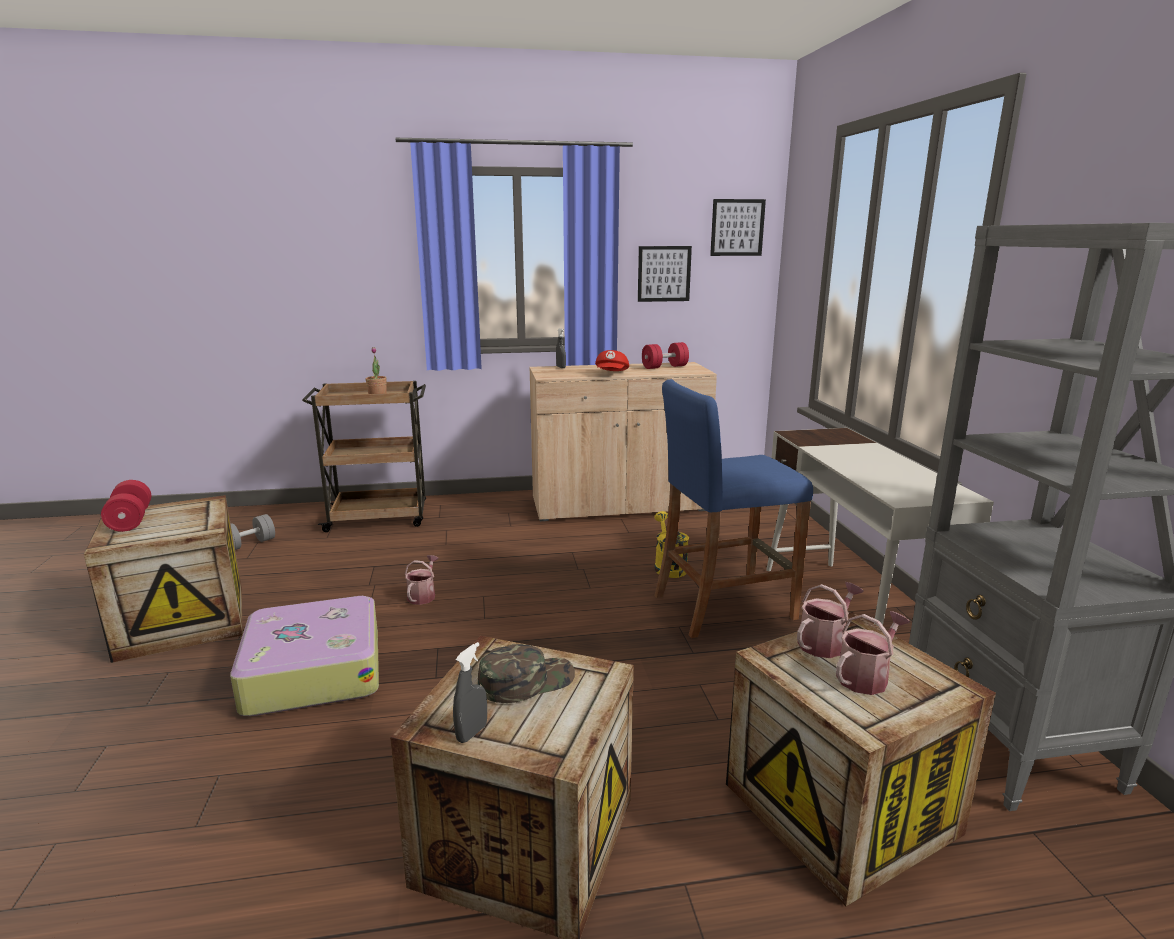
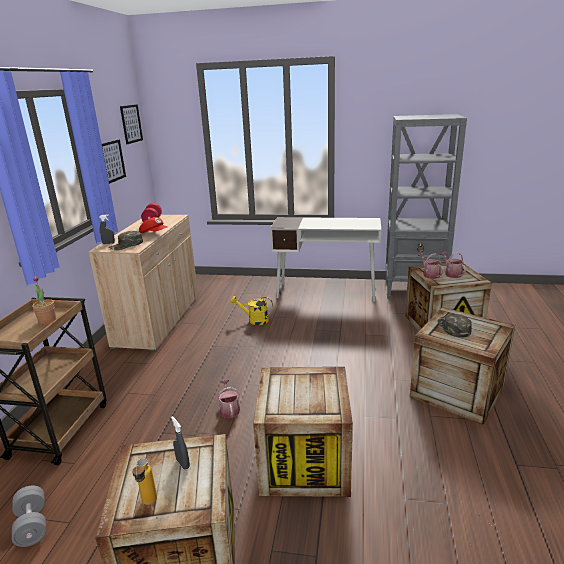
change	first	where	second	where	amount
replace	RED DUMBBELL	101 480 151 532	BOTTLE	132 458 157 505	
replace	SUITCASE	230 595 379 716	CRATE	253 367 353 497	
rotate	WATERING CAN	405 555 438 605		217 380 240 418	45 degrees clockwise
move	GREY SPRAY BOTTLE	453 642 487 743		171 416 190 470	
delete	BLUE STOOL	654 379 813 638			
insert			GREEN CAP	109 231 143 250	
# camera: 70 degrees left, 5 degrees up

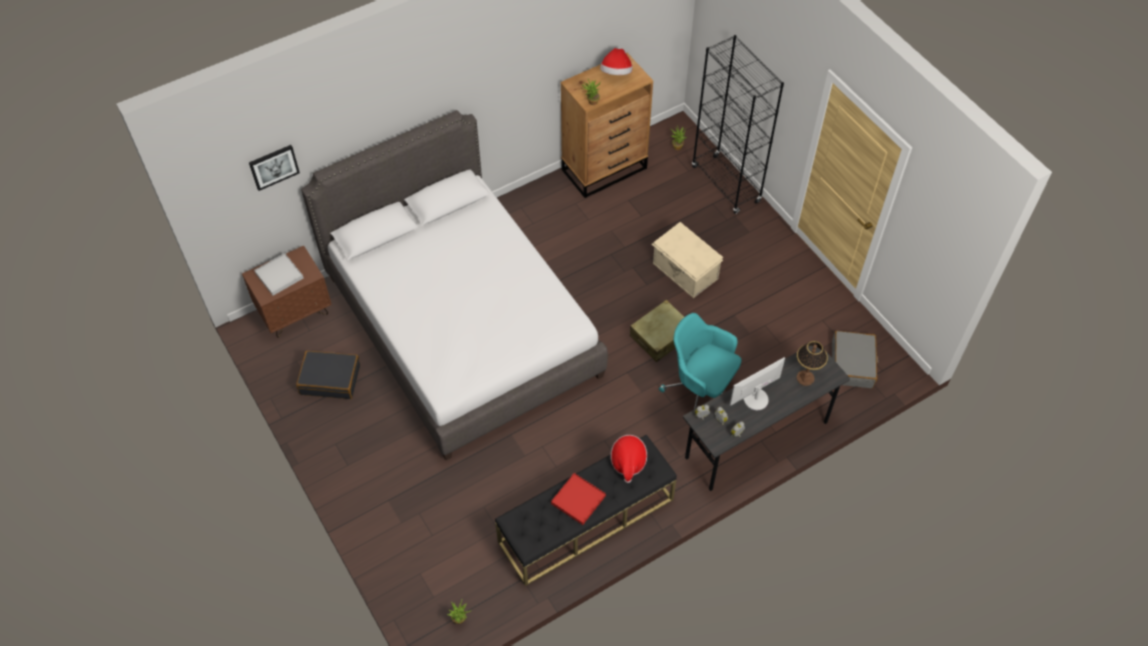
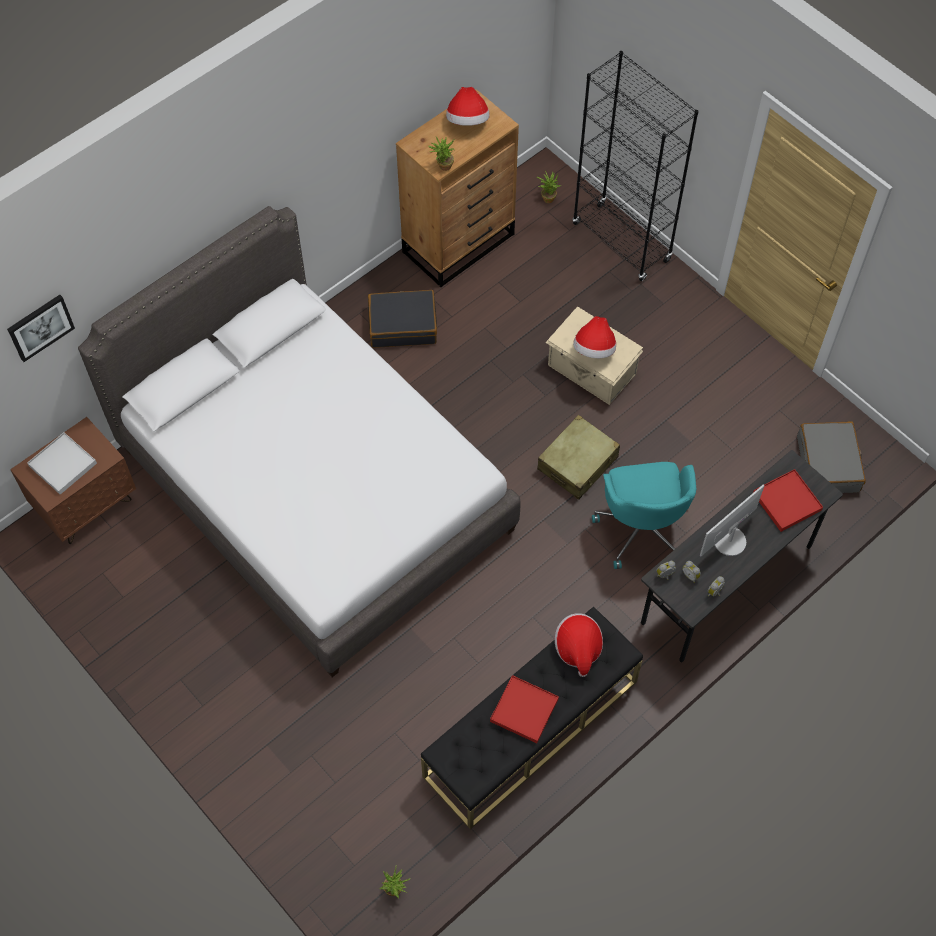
change	first	where	second	where	amount
move	BLACK SUITCASE	296 351 360 399		368 290 437 348	
rotate	TURQUOISE OFFICE CHAIR	659 313 742 409		592 462 696 569	120 degrees counterclockwise
replace	TABLE LAMP	797 341 828 386	RED TRAY	753 469 823 532	
insert			HAT	573 316 616 358	
# camera: 10 degrees left, 5 degrees up

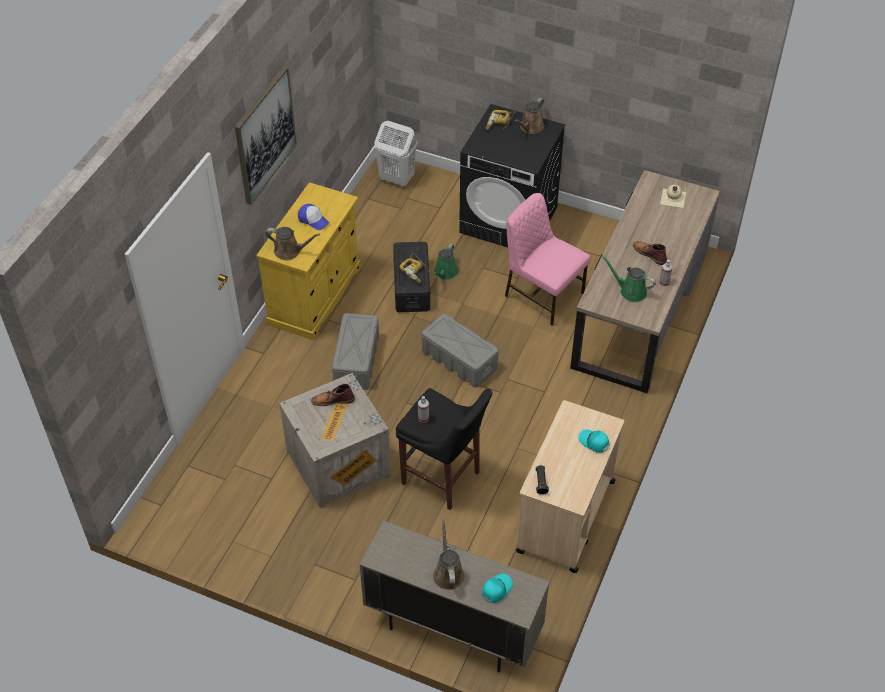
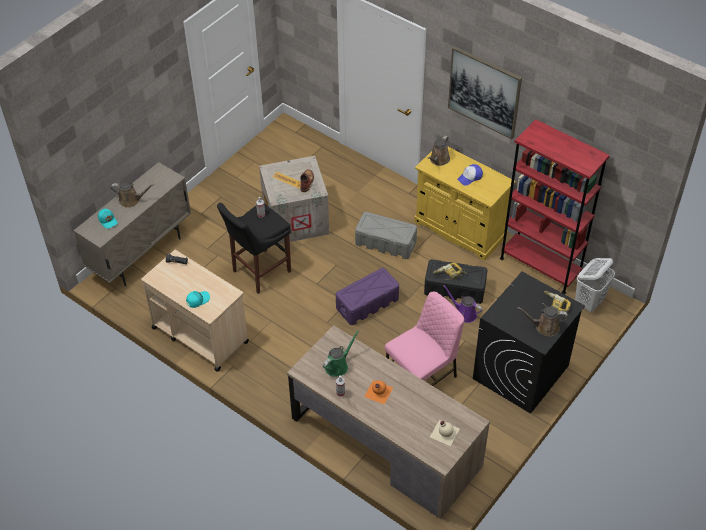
change	first	where	second	where	amount
recolor	GREY STORAGE BOX	422 314 499 388	PURPLE STORAGE BOX	336 268 399 325	
recolor	GREEN WATERING CAN	433 244 458 280	PURPLE WATERING CAN	443 285 482 323	
rotate	BROWN WATERING CAN	514 98 544 134		517 307 568 337	45 degrees counterclockwise
replace	BROWN BOOT	633 241 667 265	ORANGE BOTTLE	364 380 393 405	
insert			RED BOOKCASE	500 119 610 294	
# camera: 105 degrees right, 0 degrees up

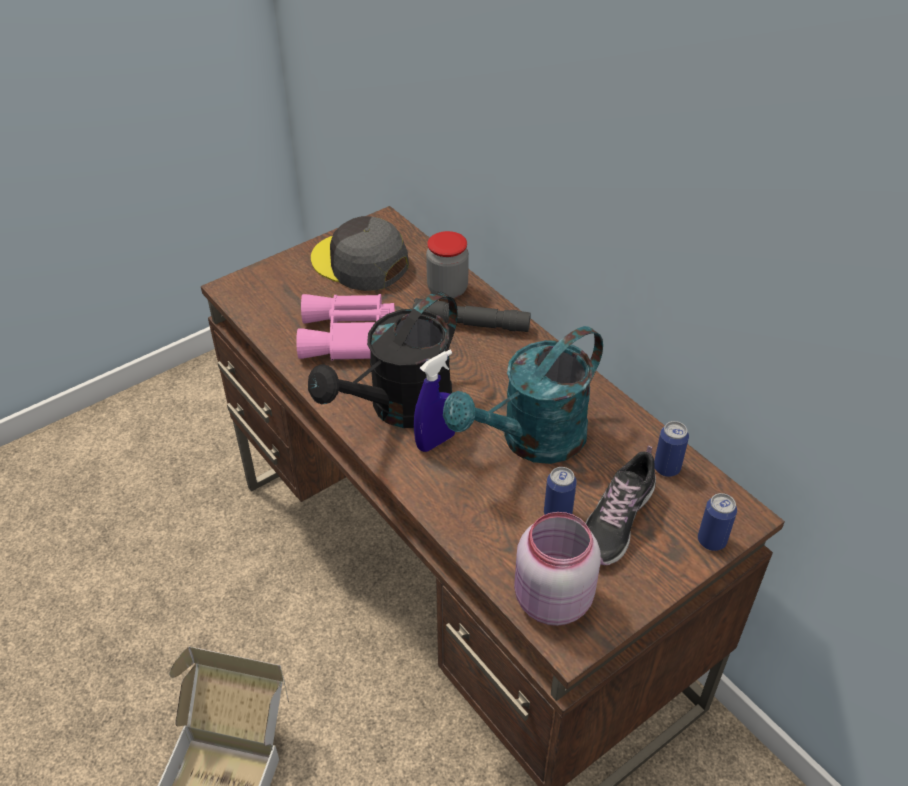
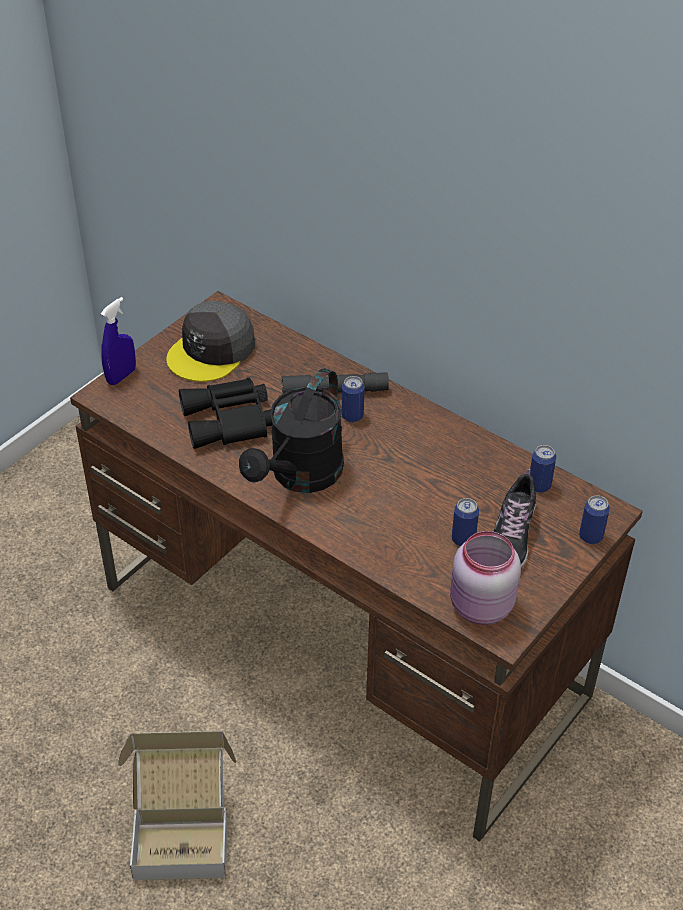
change	first	where	second	where	amount
recolor	PINK BINOCULARS	296 294 395 361	BLACK BINOCULARS	179 378 272 449	
rotate	GREY CAP	311 216 409 291		166 301 255 382	75 degrees counterclockwise
move	BLUE SPRAY BOTTLE	414 350 455 452		101 297 136 385	
delete	JAR	426 231 469 300			
delete	TURQUOISE WATERING CAN	443 326 603 464			
insert			CAN	342 376 364 422	
# camera: 15 degrees left, 0 degrees up

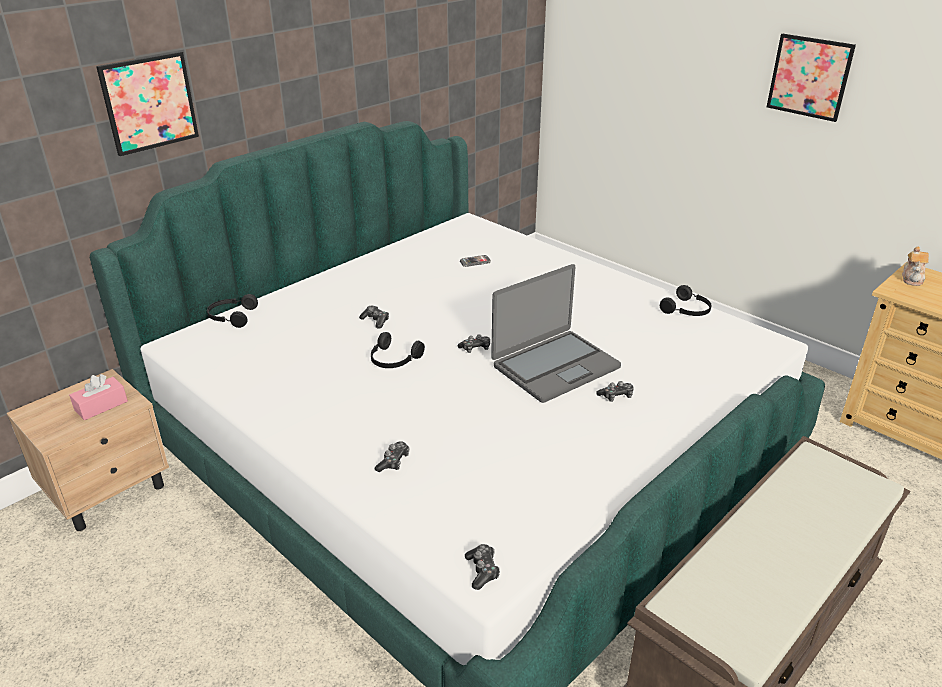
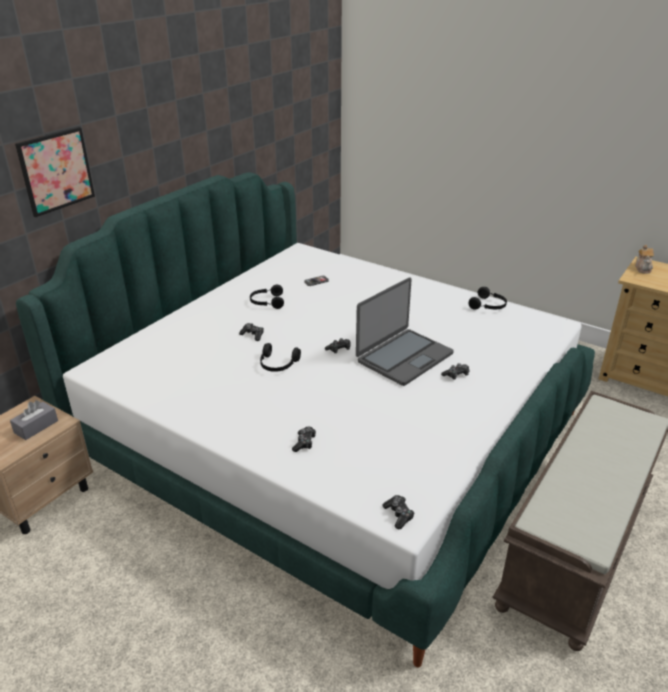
change	first	where	second	where	amount
recolor	PINK TISSUE BOX	69 374 128 420	GREY TISSUE BOX	10 400 58 440	
move	BLACK HEADPHONES	207 294 258 328		250 285 284 309	
delete	PICTURE	767 34 856 122			
# camera: 10 degrees left, 0 degrees up

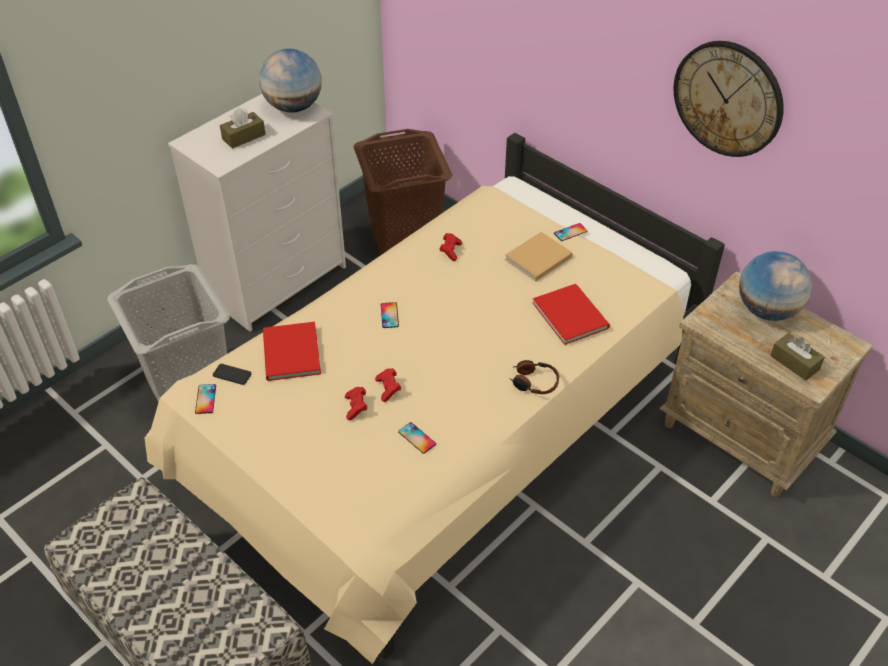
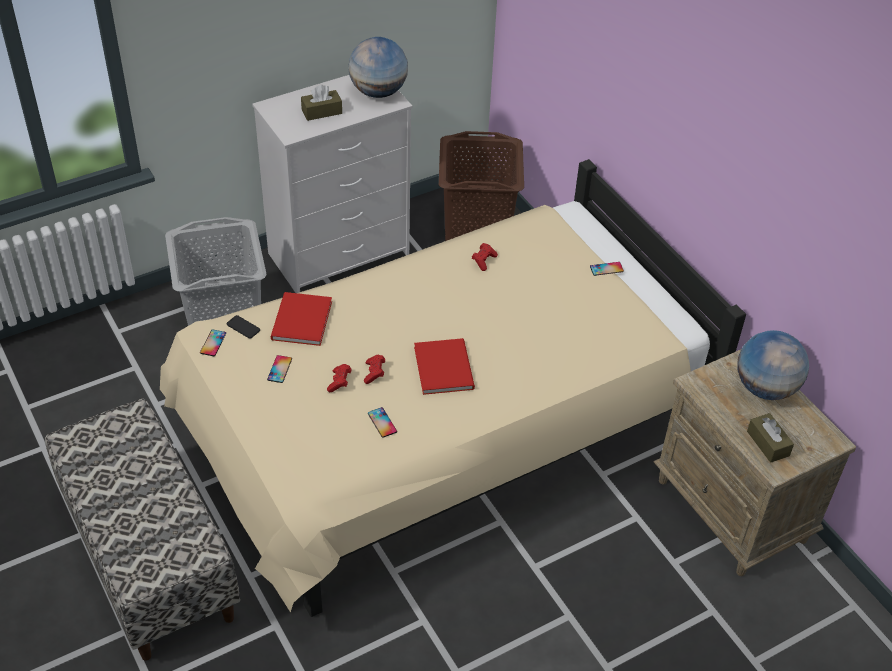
change	first	where	second	where	amount
move	PHONE	381 302 399 328		267 355 292 383	
delete	BEIGE BOOK	505 232 573 281			
delete	HEADPHONES	509 360 559 394			
move	RED BOOK	533 284 610 345		414 338 475 395	
delete	WALL CLOCK	674 41 784 157			
# camera: 15 degrees right, 0 degrees up

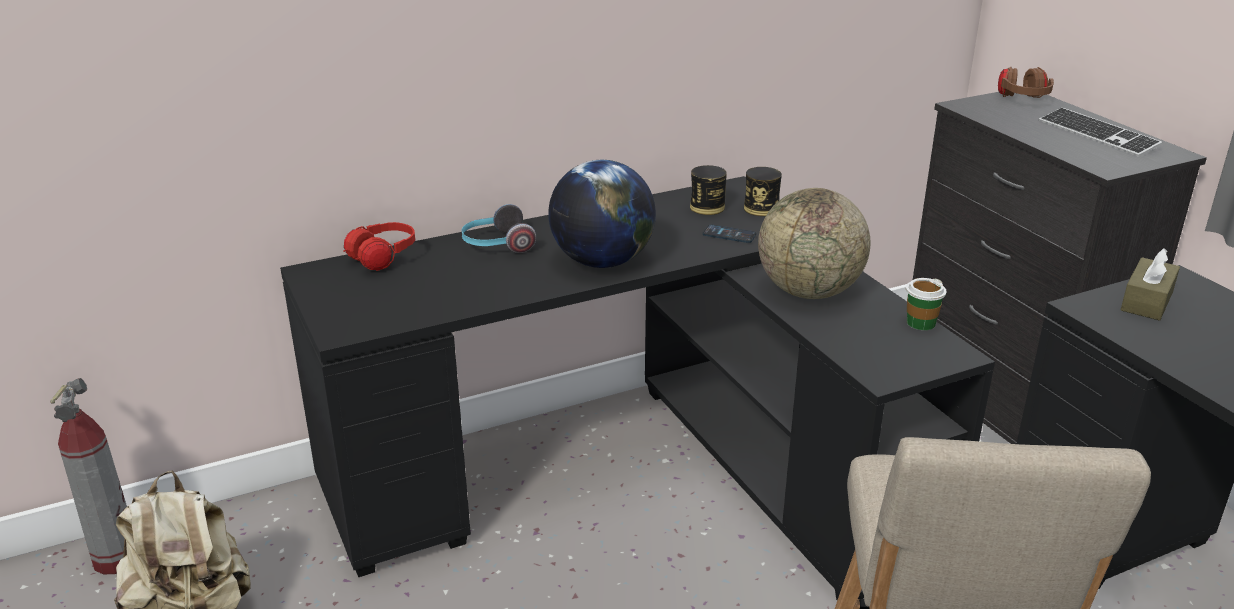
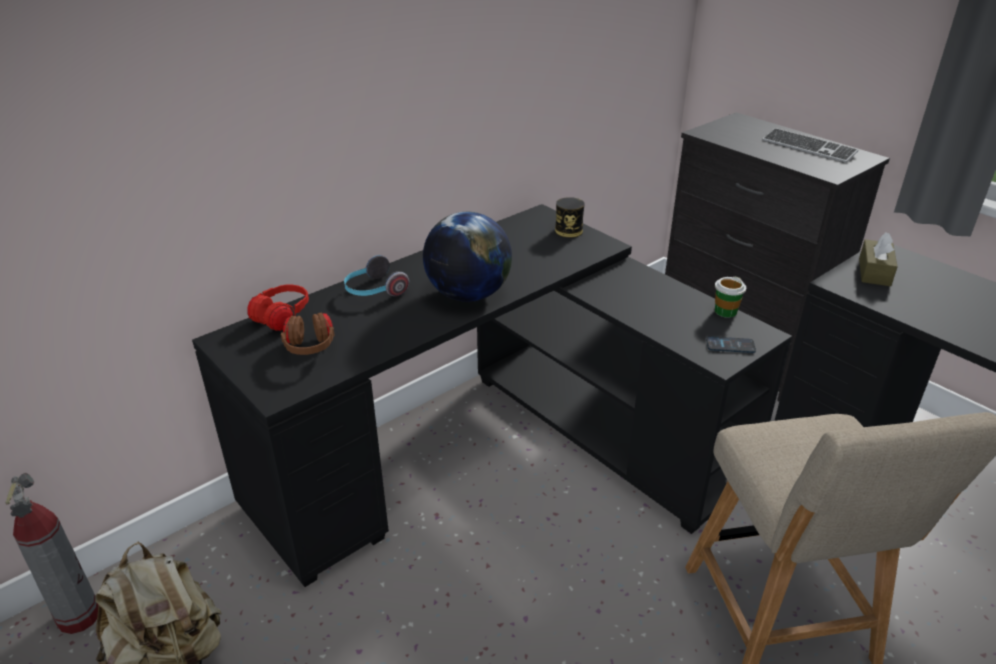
change	first	where	second	where	amount
delete	CAN	690 165 727 215			
move	PHONE	703 224 756 243		706 336 756 353	
delete	GLOBE	758 188 870 299			
move	BROWN HEADPHONES	998 66 1054 98		281 313 334 355	
# camera: 15 degrees left, 5 degrees up

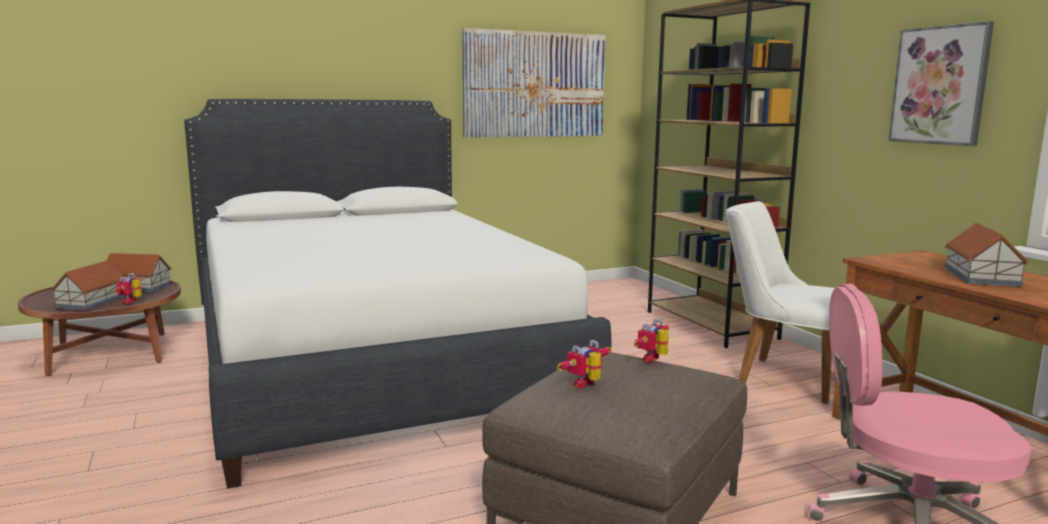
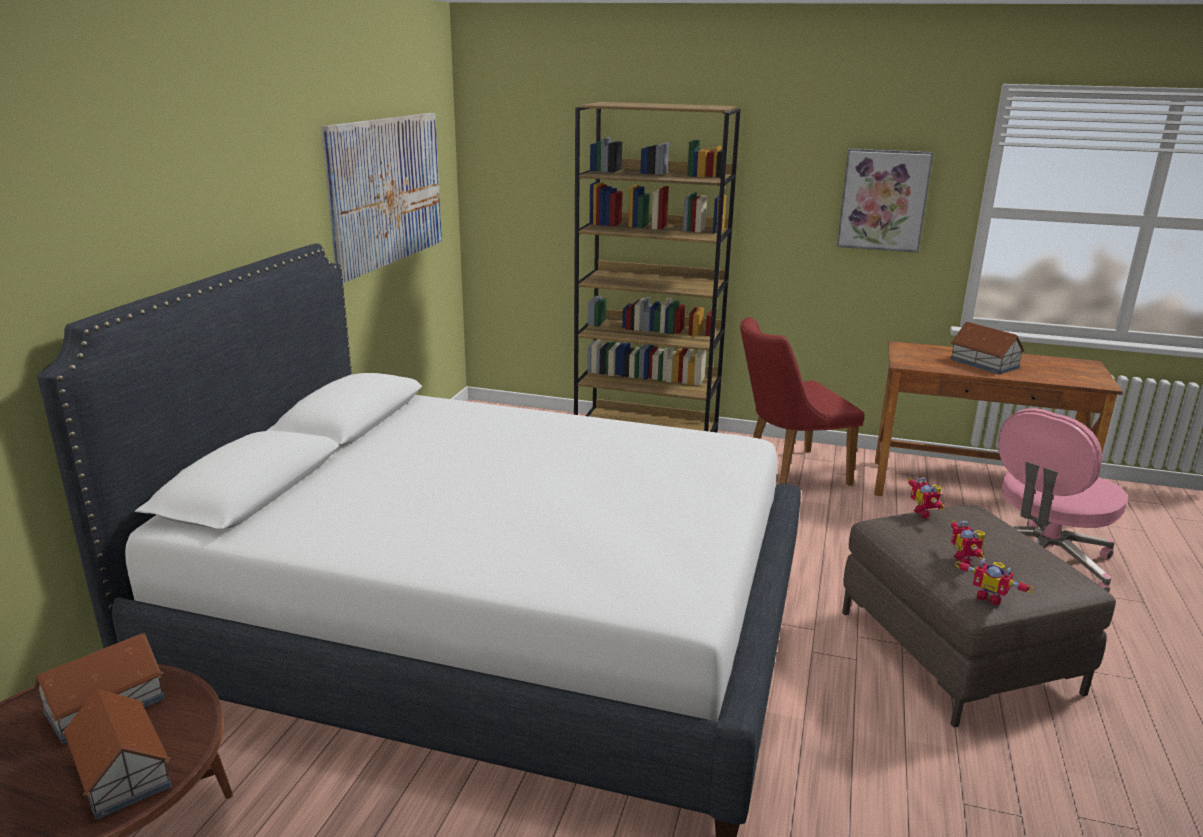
change	first	where	second	where	amount
move	TOY ROBOT	115 273 142 304		954 558 1035 605	
recolor	WHITE CHAIR	726 201 835 404	RED CHAIR	740 317 865 486	
# camera: 50 degrees left, 10 degrees up

